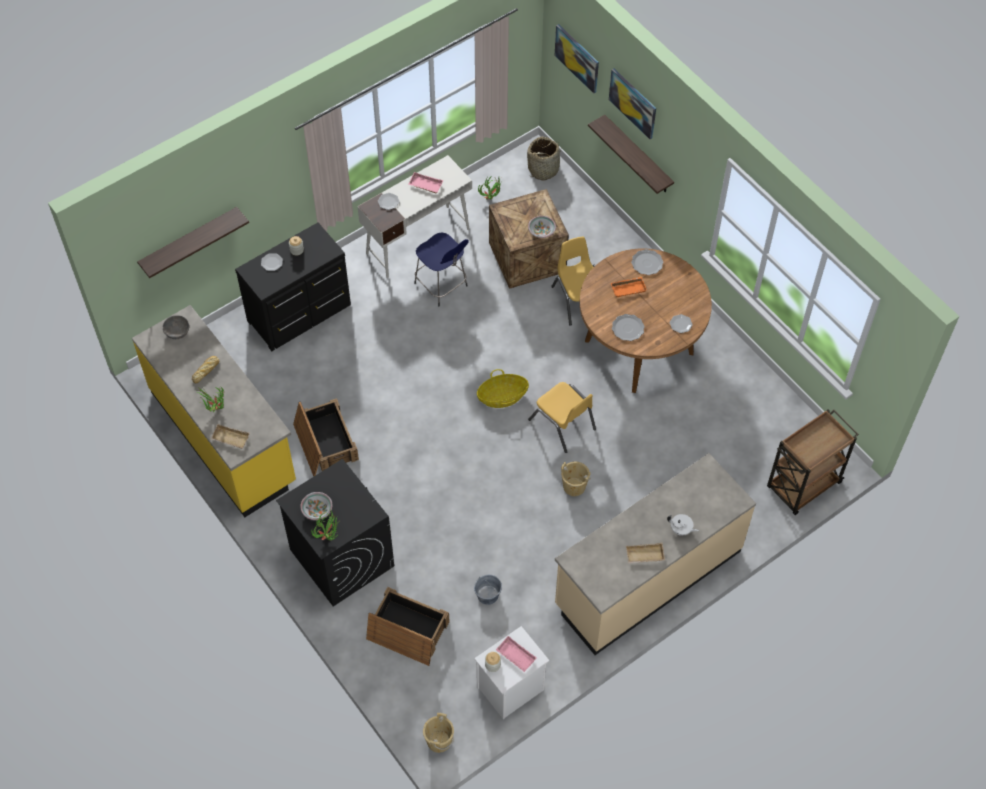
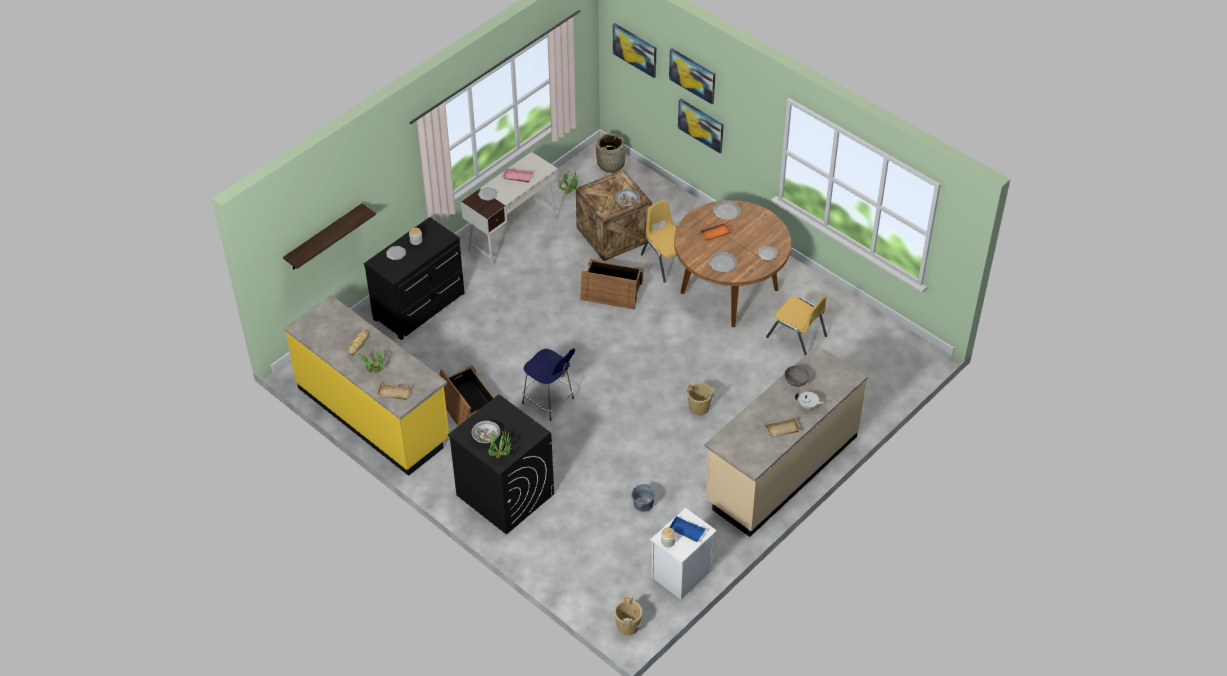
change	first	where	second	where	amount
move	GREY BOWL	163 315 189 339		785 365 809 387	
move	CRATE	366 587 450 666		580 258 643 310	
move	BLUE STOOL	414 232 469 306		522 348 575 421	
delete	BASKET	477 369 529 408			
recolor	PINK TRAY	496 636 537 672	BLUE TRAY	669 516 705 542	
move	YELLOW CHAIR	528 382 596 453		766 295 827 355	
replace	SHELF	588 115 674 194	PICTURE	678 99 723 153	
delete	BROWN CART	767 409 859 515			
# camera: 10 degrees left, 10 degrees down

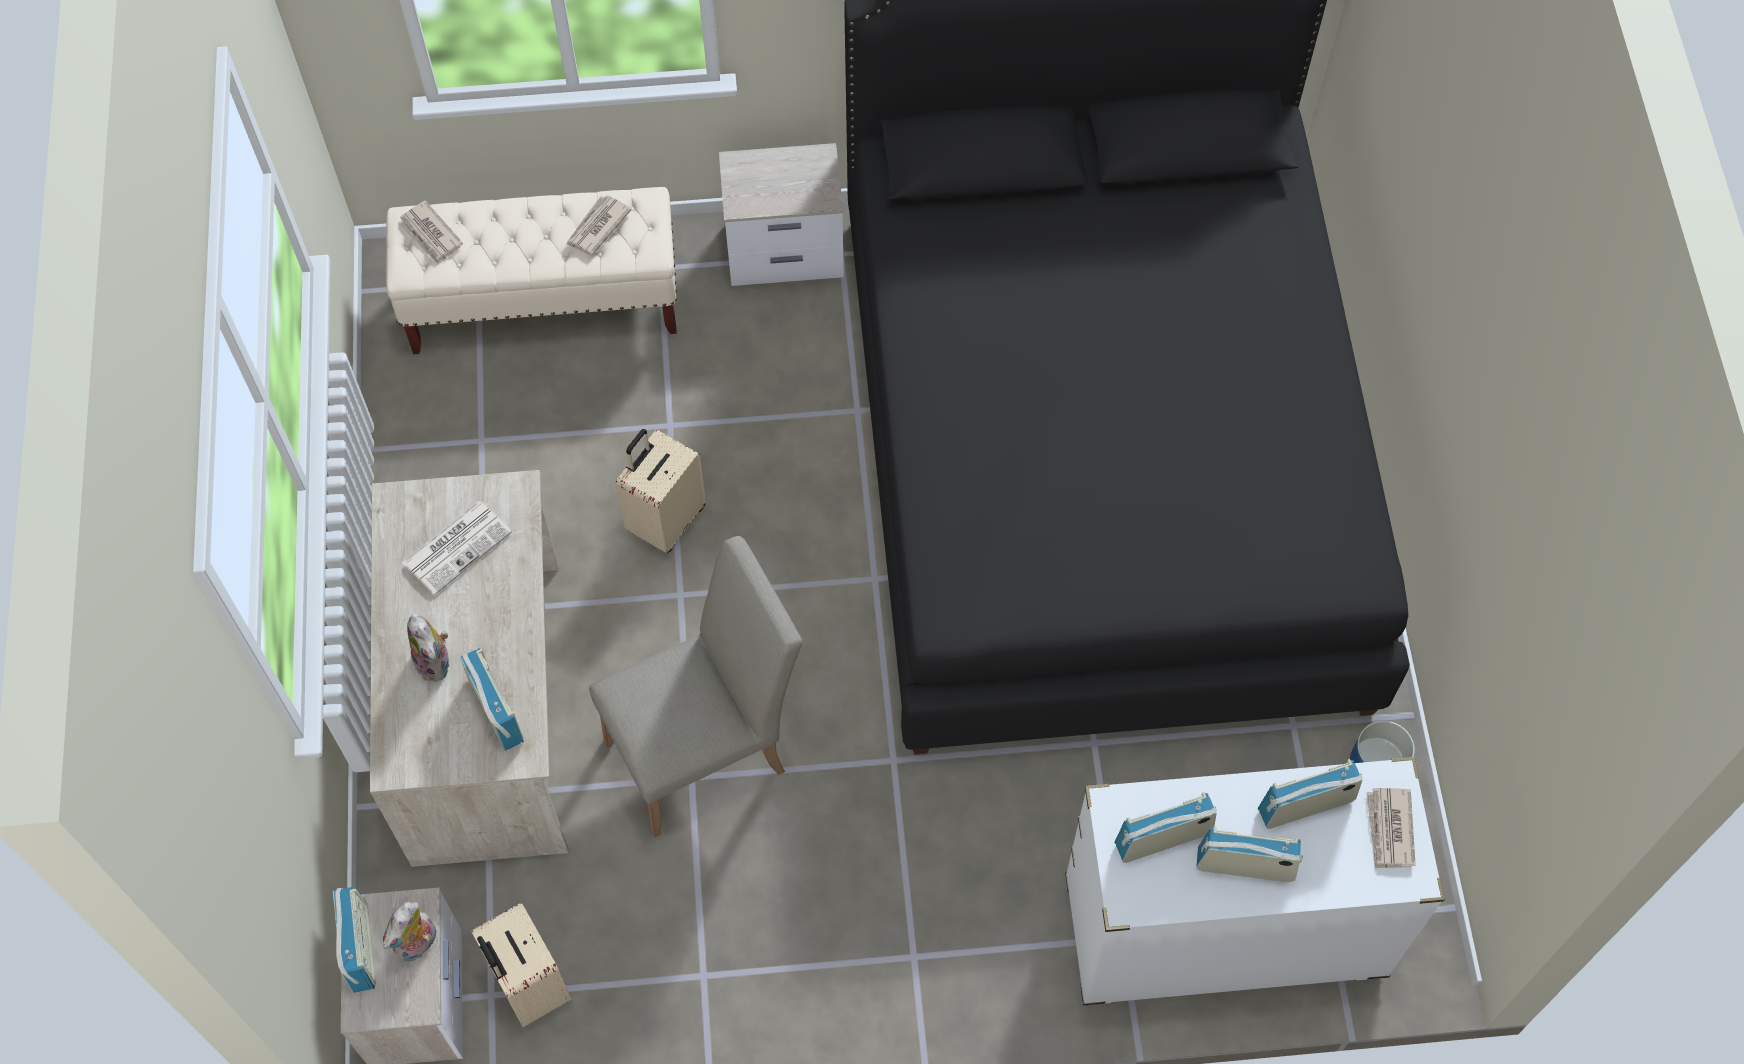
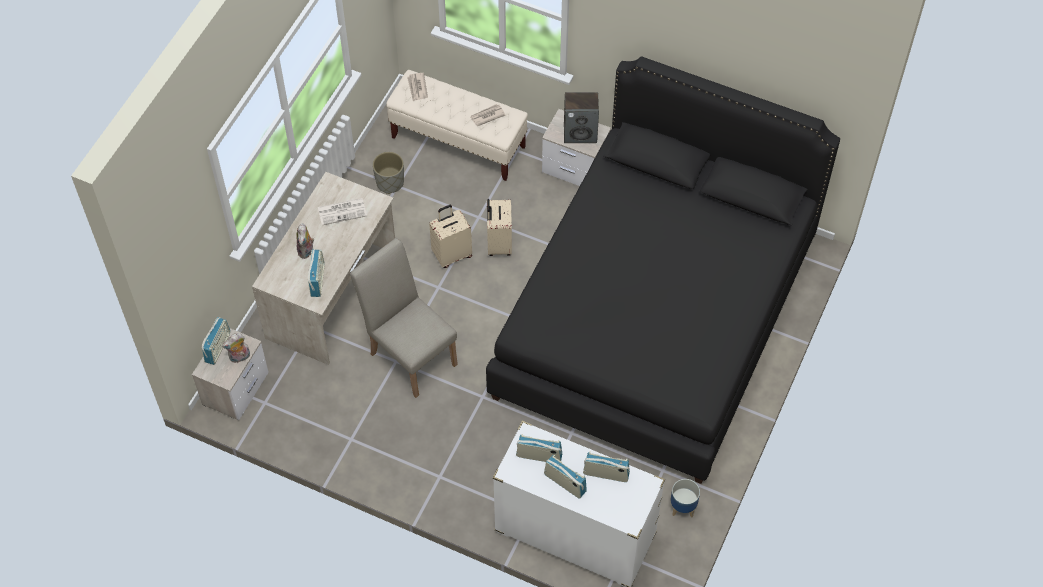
change	first	where	second	where	amount
move	BEIGE SUITCASE	471 903 571 1027		487 199 512 256	
rotate	BEIGE CHAIR	589 536 803 837		350 238 458 398	135 degrees counterclockwise
delete	NEWSPAPER	1366 788 1416 869			
insert			GREY PLANTER	372 152 404 194	
insert			SPEAKER	564 92 599 143	
# camera: 30 degrees right, 5 degrees down

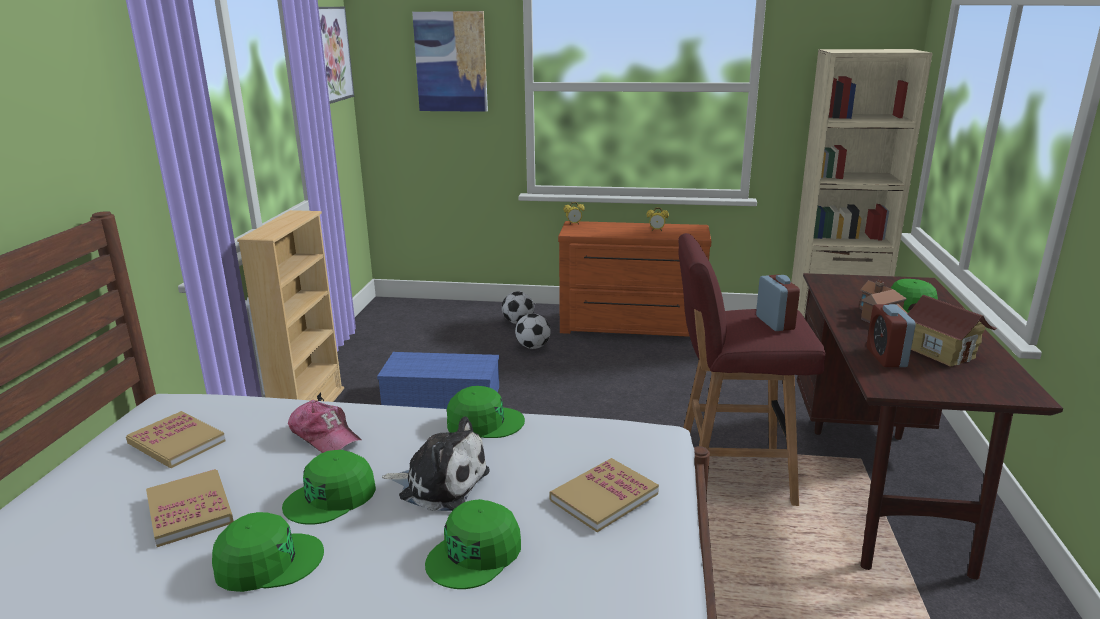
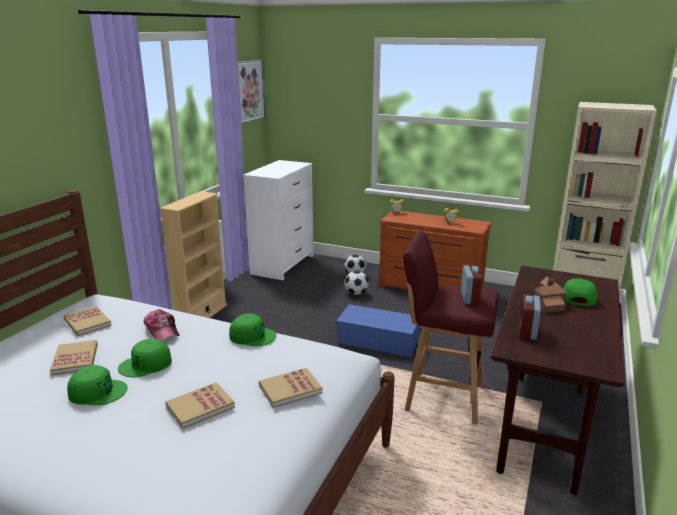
change	first	where	second	where	amount
move	BLUE STORAGE BOX	377 352 499 409		336 304 420 357	
delete	PLUSH TOY	382 416 490 511			
delete	PICTURE	412 11 488 112			
replace	GREEN CAP	425 499 521 589	BOOK	165 382 235 429	
delete	TOY HOUSE	907 295 997 367			
insert			WHITE DRESSER	243 160 314 281	
# camera: 15 degrees right, 0 degrees up

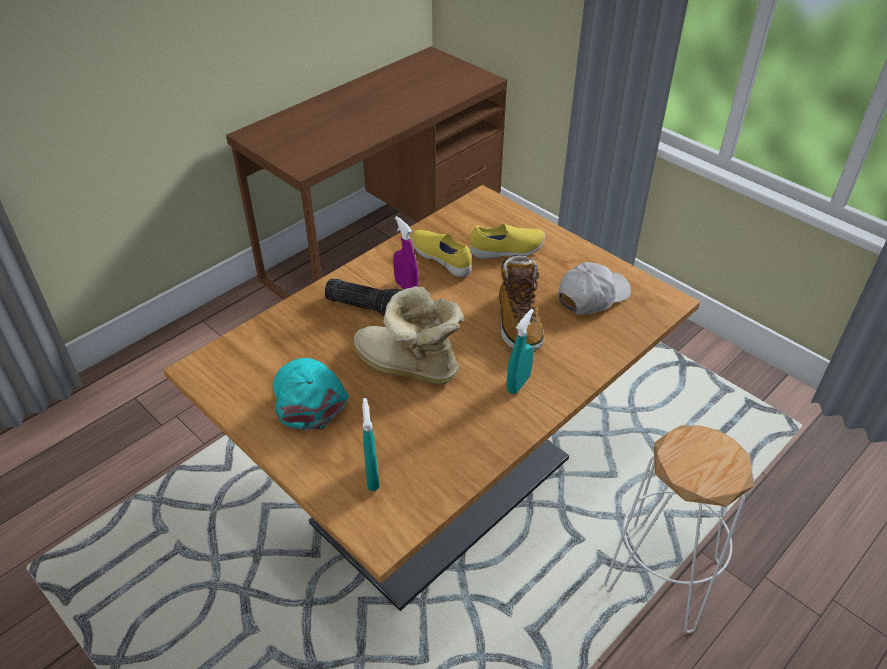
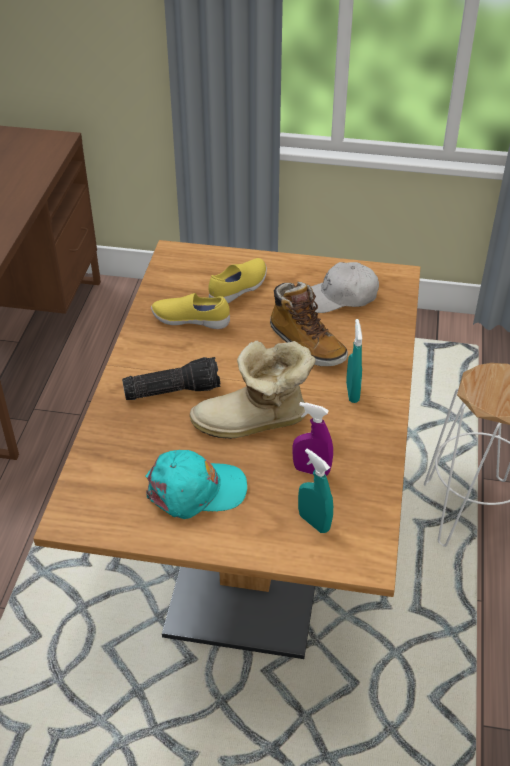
change	first	where	second	where	amount
rotate	TURQUOISE CAP	273 358 349 430		145 450 247 519	135 degrees clockwise
move	PURPLE SPRAY BOTTLE	393 216 418 289		293 402 333 476	
rotate	WHITE CAP	558 262 631 315		311 262 379 313	120 degrees counterclockwise
# camera: 35 degrees left, 0 degrees up

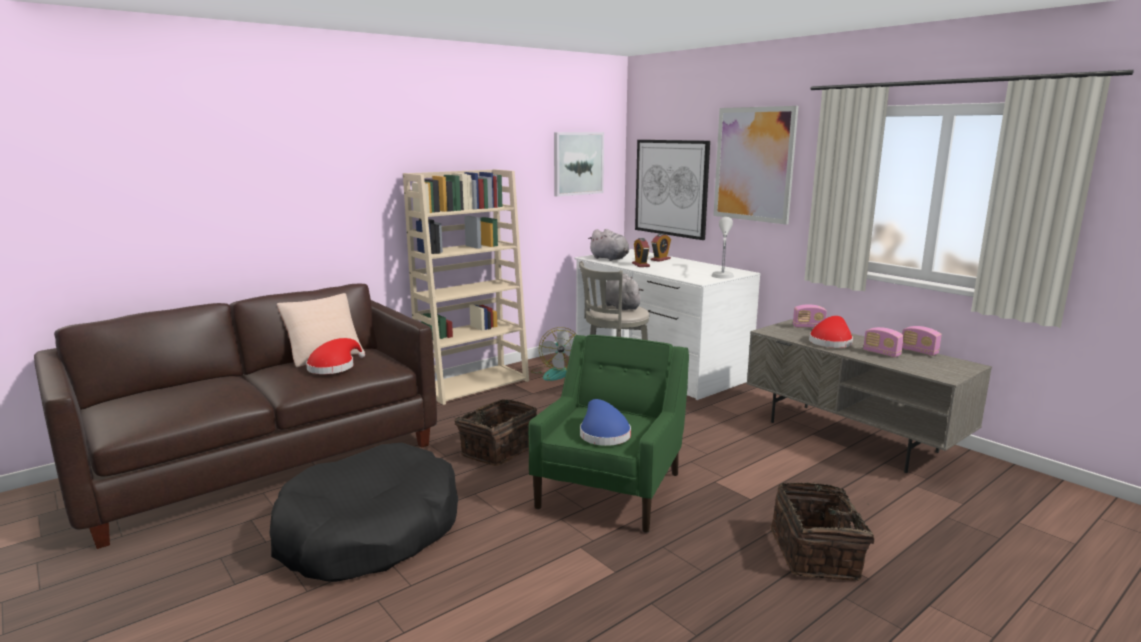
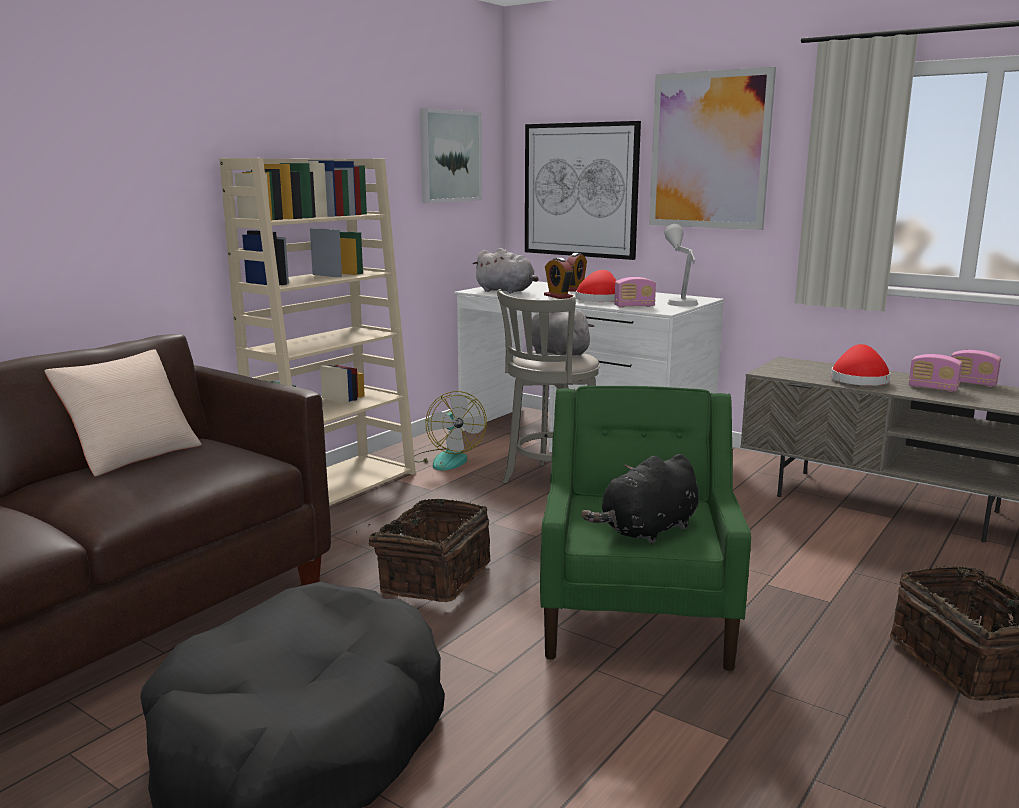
change	first	where	second	where	amount
move	RED HAT	306 338 365 374		576 270 617 302	
replace	BLUE HAT	580 399 631 446	BLACK PLUSH TOY	581 454 699 544	
move	RADIO	793 304 827 328		614 277 656 308	
# camera: 15 degrees left, 0 degrees up

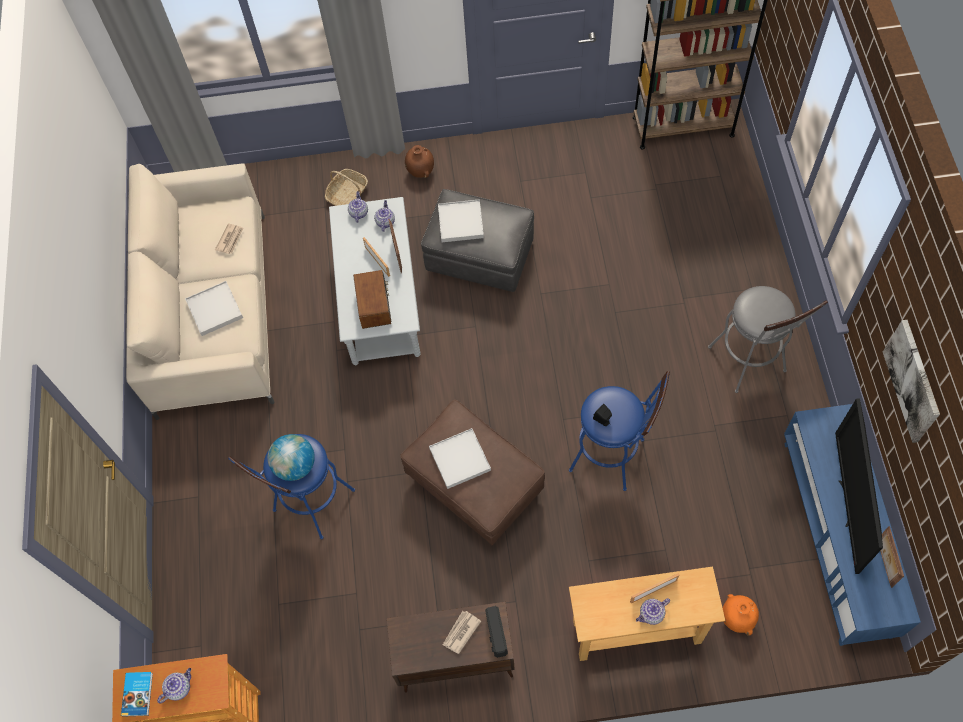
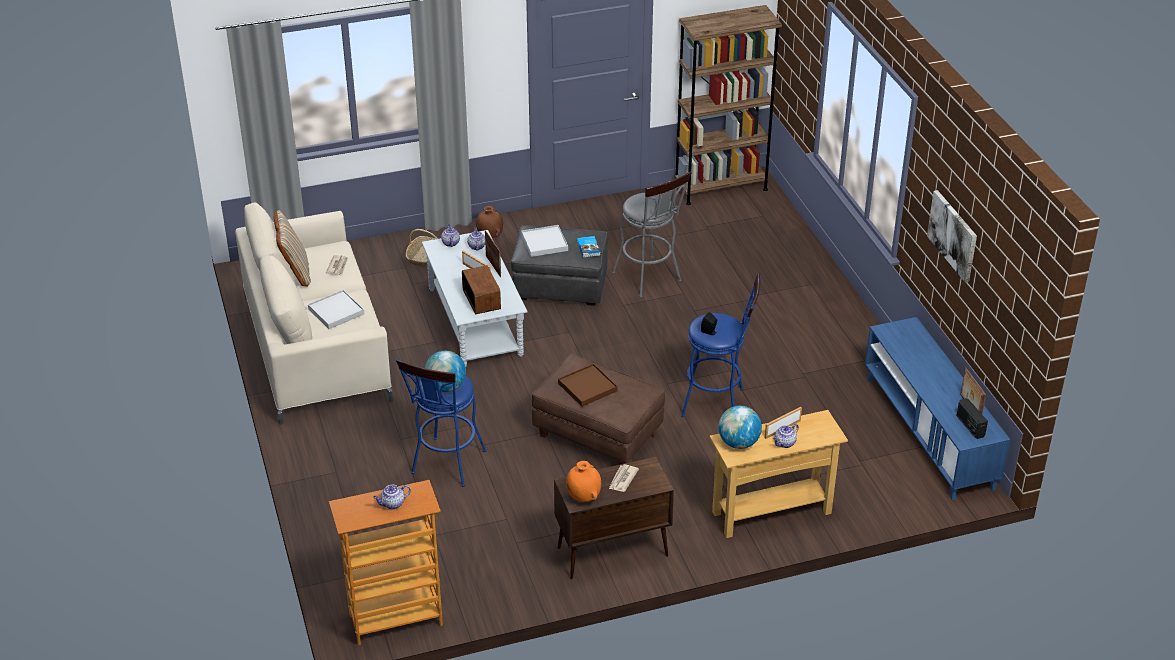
change	first	where	second	where	amount
move	BOOK	121 672 153 717		577 236 600 258	
rotate	TEAPOT	157 668 191 703		373 485 411 510	150 degrees counterclockwise
recolor	WHITE TRAY	429 428 491 489	BROWN TRAY	558 364 617 407	
move	RADIO	485 606 508 658		957 398 988 439	
move	GREY STOOL	708 286 828 393		612 171 692 298	
move	ORANGE VASE	723 594 759 636		566 461 601 502	
delete	TELEVISION	835 399 883 574			
insert			BEIGE PILLOW	274 211 311 287	
insert			GLOBE	718 406 762 449	
# camera: 15 degrees left, 25 degrees down

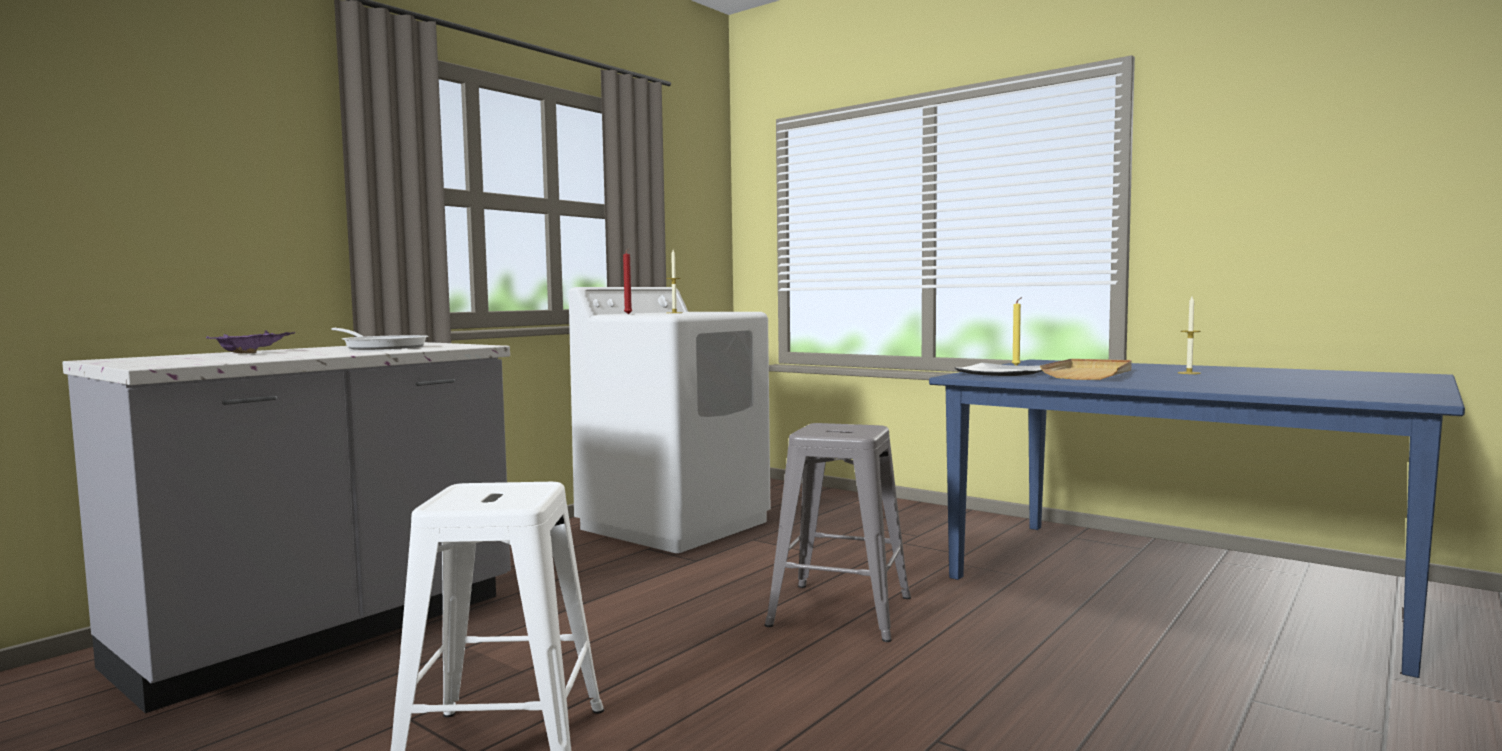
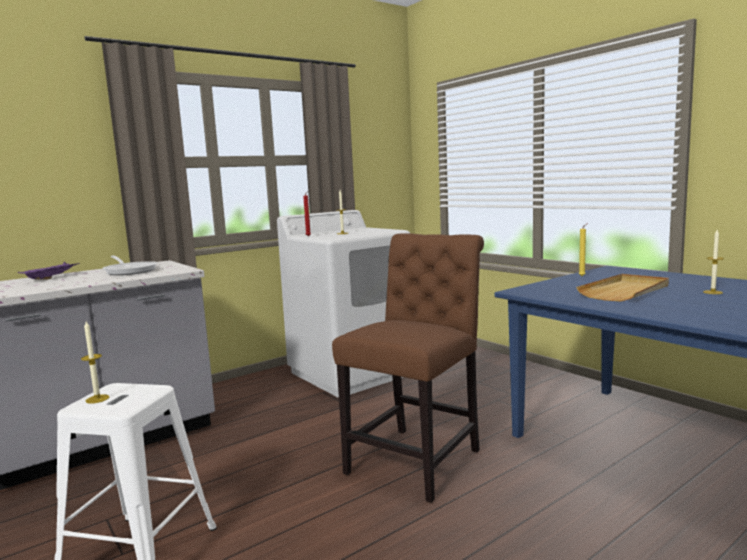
change	first	where	second	where	amount
replace	GREY STOOL	764 423 911 642	BROWN CHAIR	332 234 484 503	
delete	PLATE	955 363 1042 376			
insert			CANDLE	81 321 109 404	
# camera: 15 degrees right, 5 degrees up

